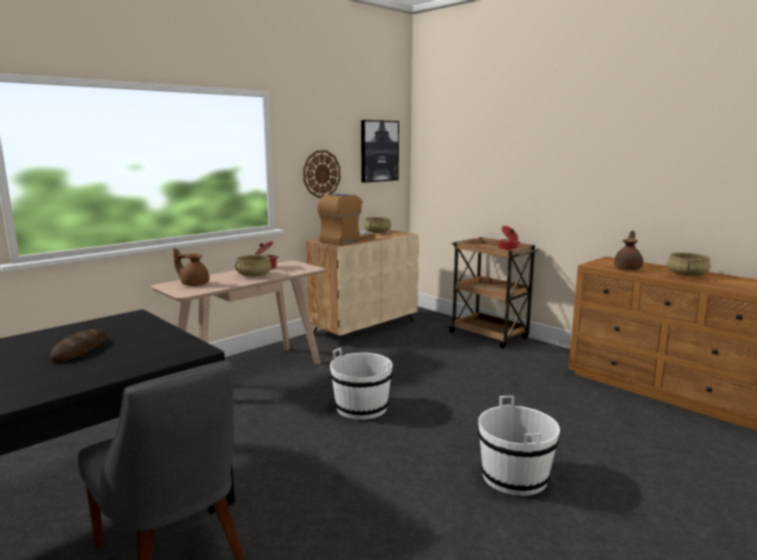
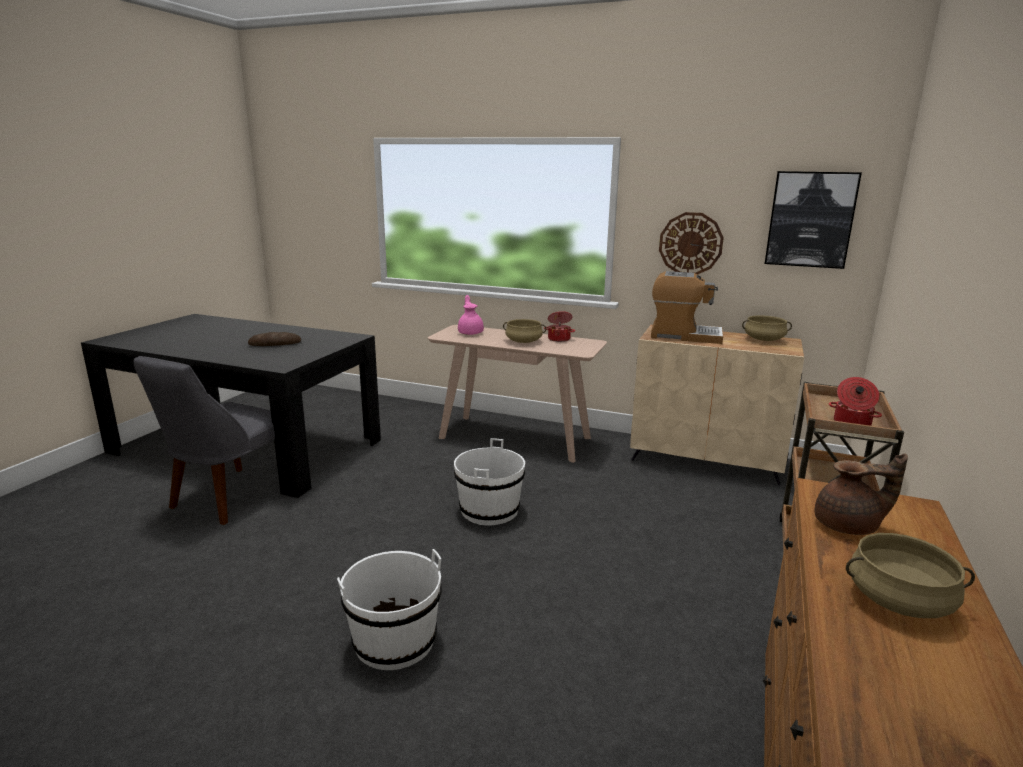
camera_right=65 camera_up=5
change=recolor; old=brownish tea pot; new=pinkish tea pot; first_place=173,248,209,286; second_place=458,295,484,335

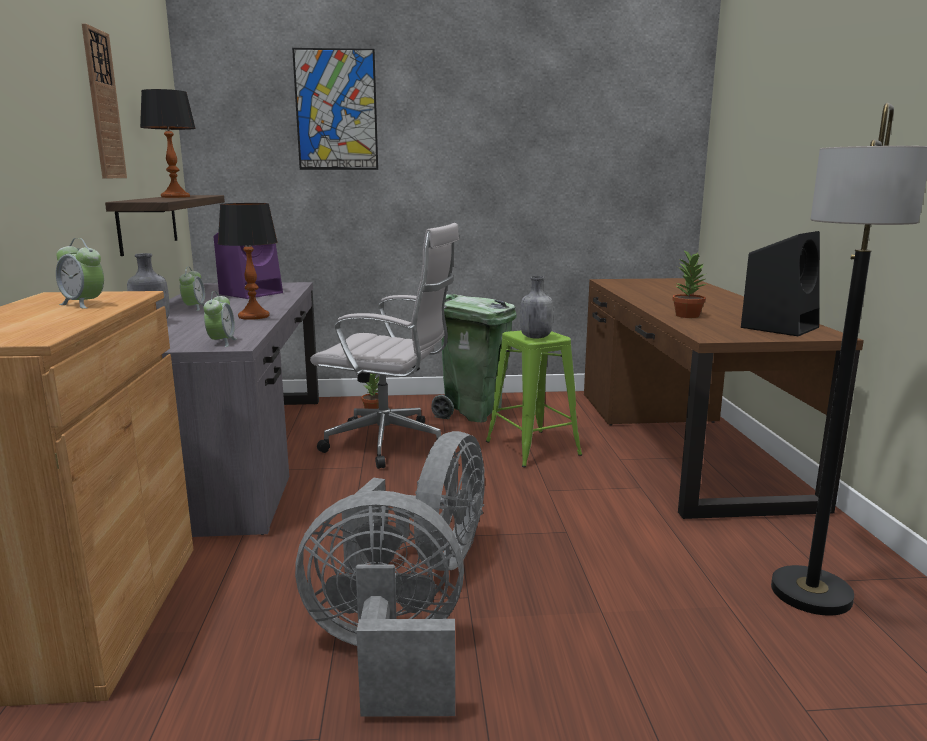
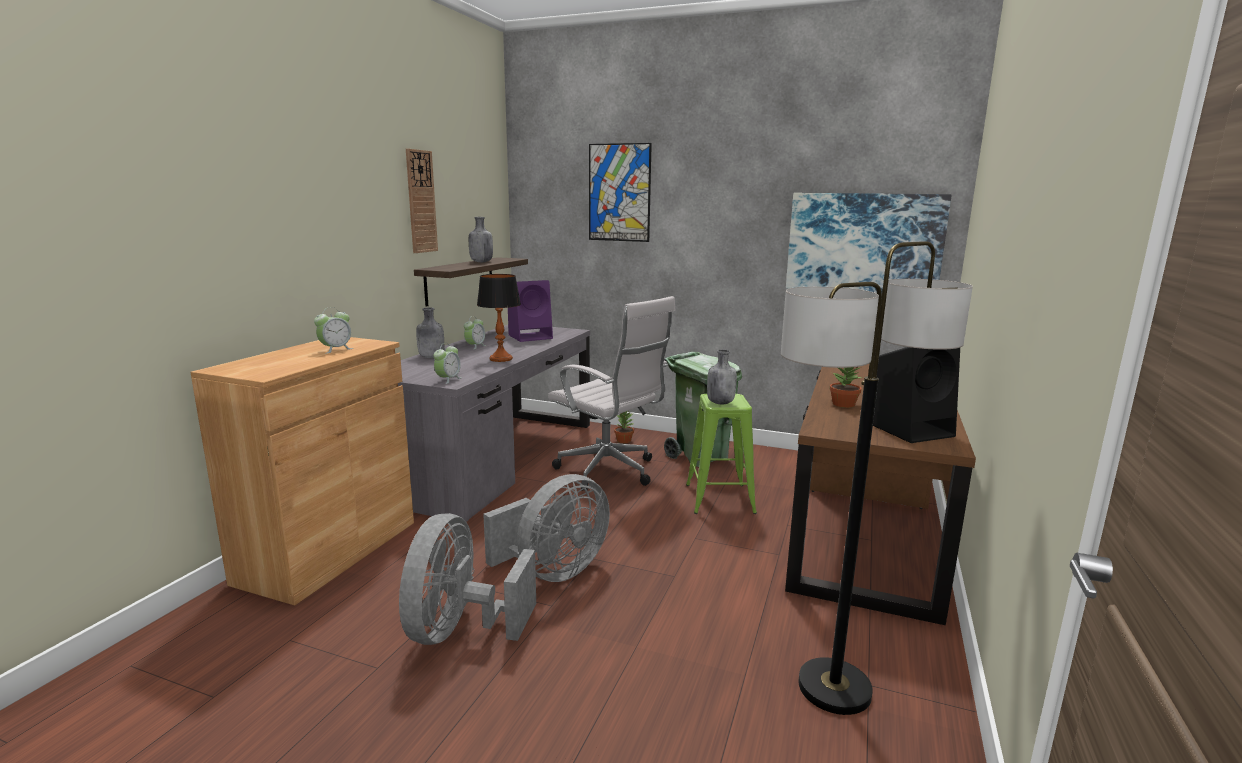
camera_right=25 camera_up=0
change=replace; old=tabletop lamp; new=greyish drink bottle; first_place=140,89,196,198; second_place=469,217,493,262
change=rotate; old=alarm clock; first_place=56,238,104,309; second_place=314,307,353,354; degrees=-105
change=rotate; old=greyish electric fan; first_place=295,491,464,717; second_place=399,513,536,645; degrees=-105
change=insert; new=wall picture; second_place=786,193,952,293

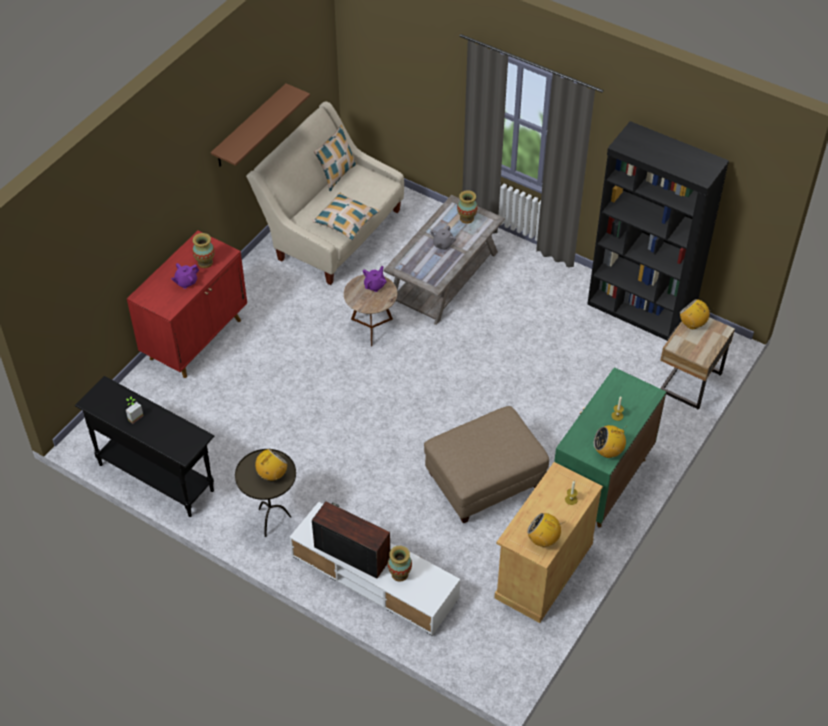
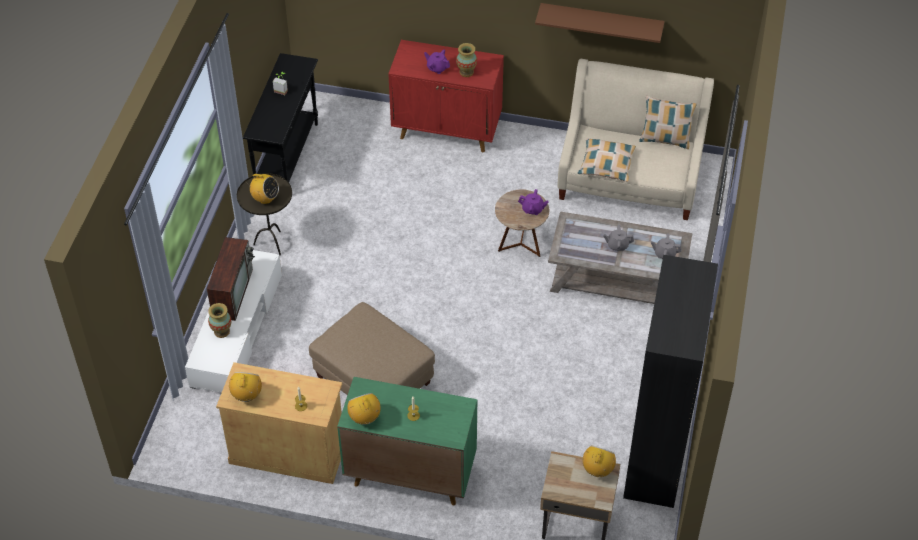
camera_right=70 camera_up=0
change=replace; old=flower vase; new=greyish tea pot; first_place=457,190,478,224; second_place=651,233,682,259

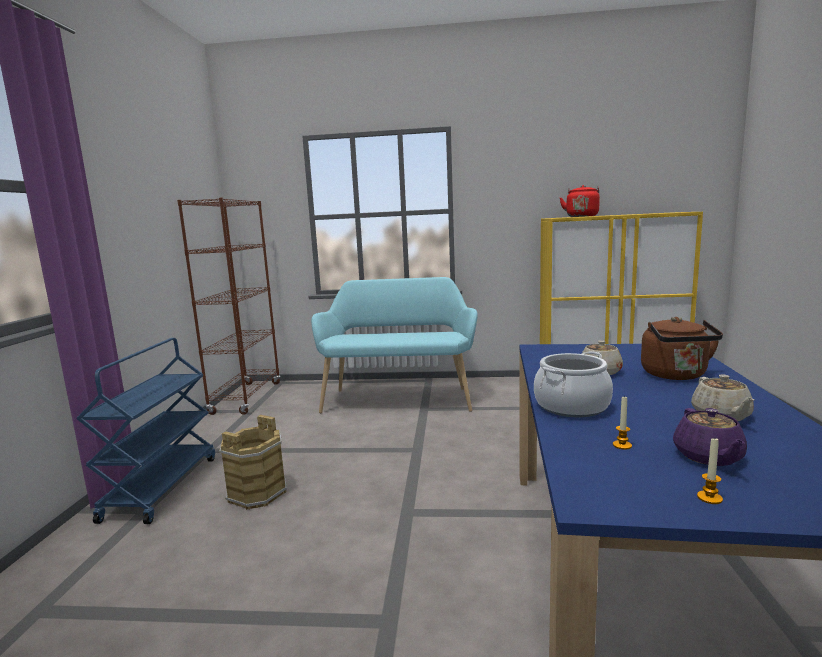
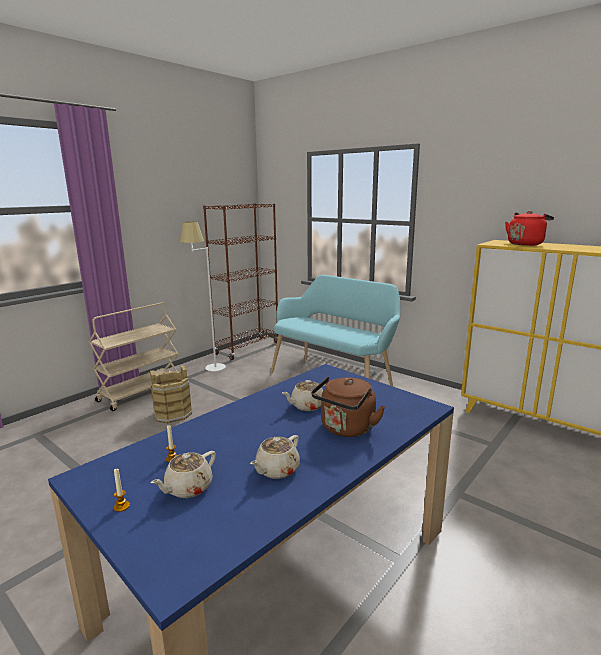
camera_right=35 camera_up=5
change=recolor; old=bluish cart; new=sand-coloured cart; first_place=76,338,215,524; second_place=89,302,179,411
change=delete; old=cooking pot; first_place=534,351,613,417
change=recolor; old=purple-coloured tea pot; new=sand-coloured tea pot; first_place=673,408,747,466; second_place=151,451,216,498
change=insert; new=whitish floor lamp; second_place=180,222,226,371

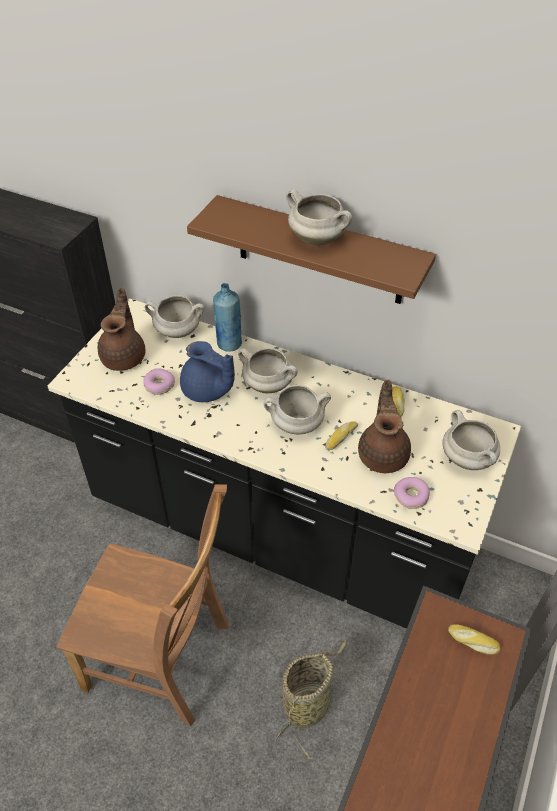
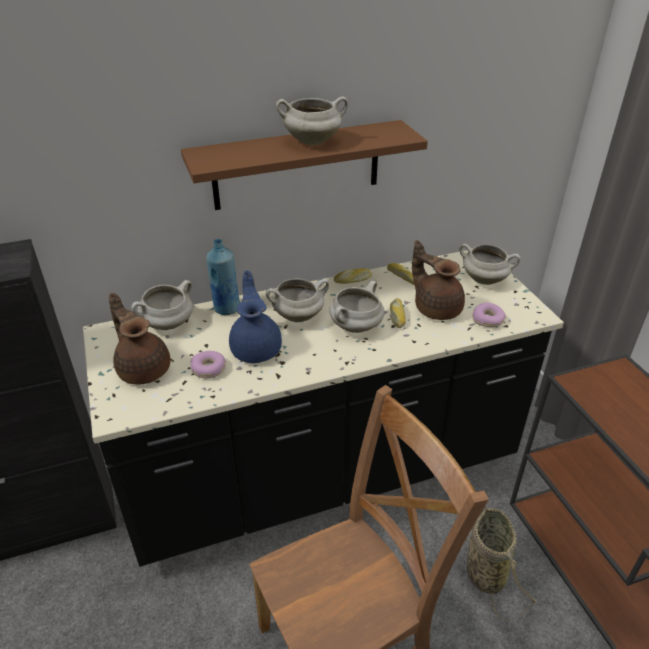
camera_right=-45 camera_up=-10
change=rotate; old=bluish tea pot; first_place=180,341,235,402; second_place=229,271,282,363; degrees=-90
change=move; old=bakery bread; first_place=448,624,500,655; second_place=334,268,372,284

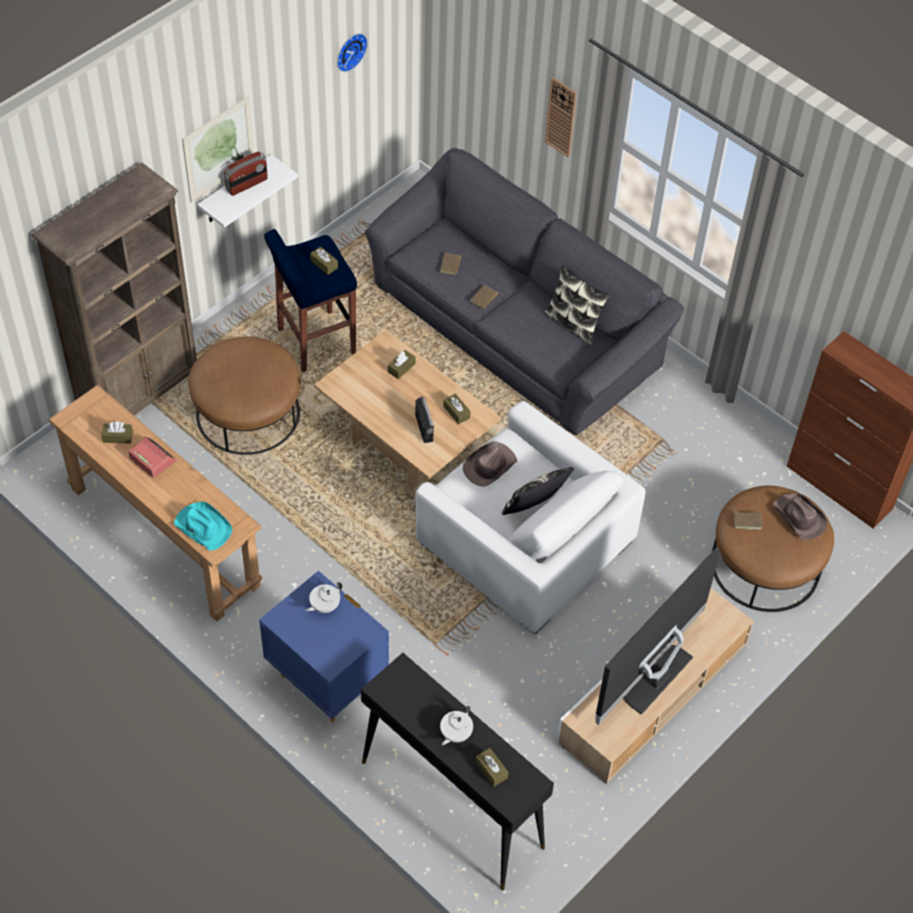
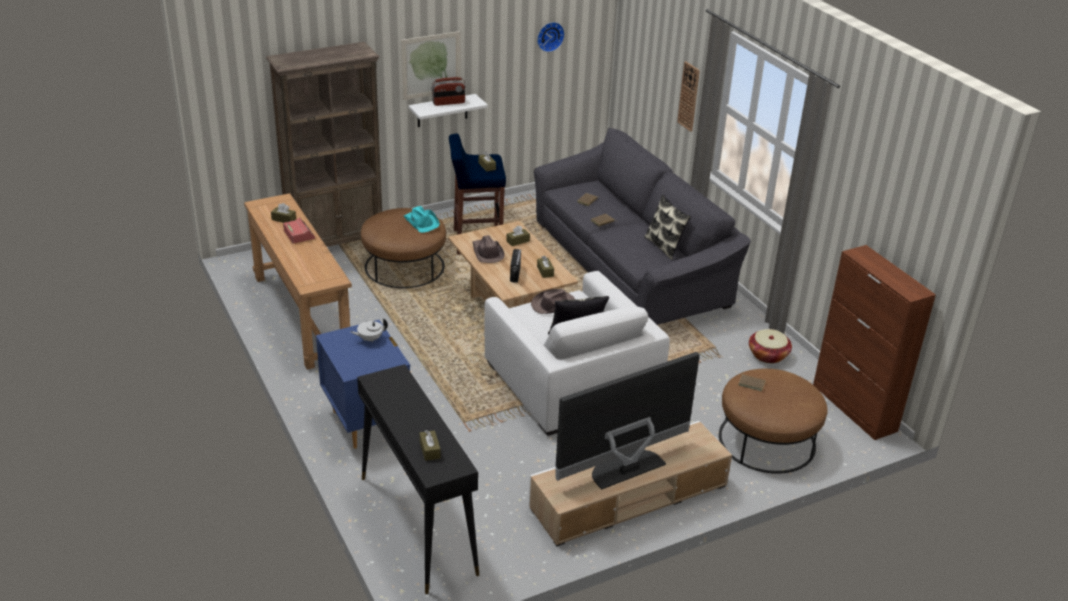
camera_right=20 camera_up=-20
change=move; old=brownish wearable hat; first_place=773,493,827,540; second_place=472,235,505,263
change=move; old=turquoise wearable hat; first_place=174,501,232,550; second_place=404,206,440,233
change=delete; old=whitish tea pot; first_place=440,706,473,745
change=insert; new=household basket; second_place=749,329,792,363

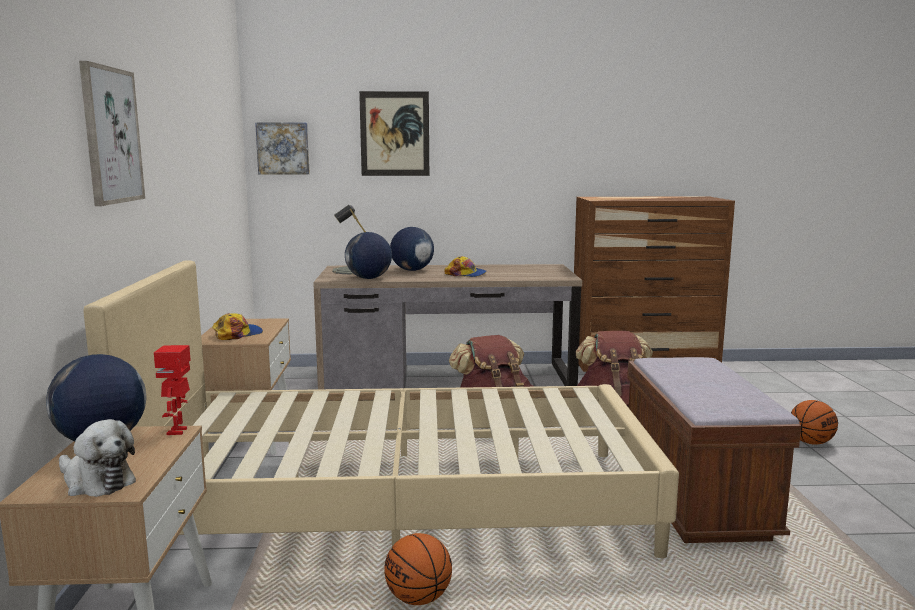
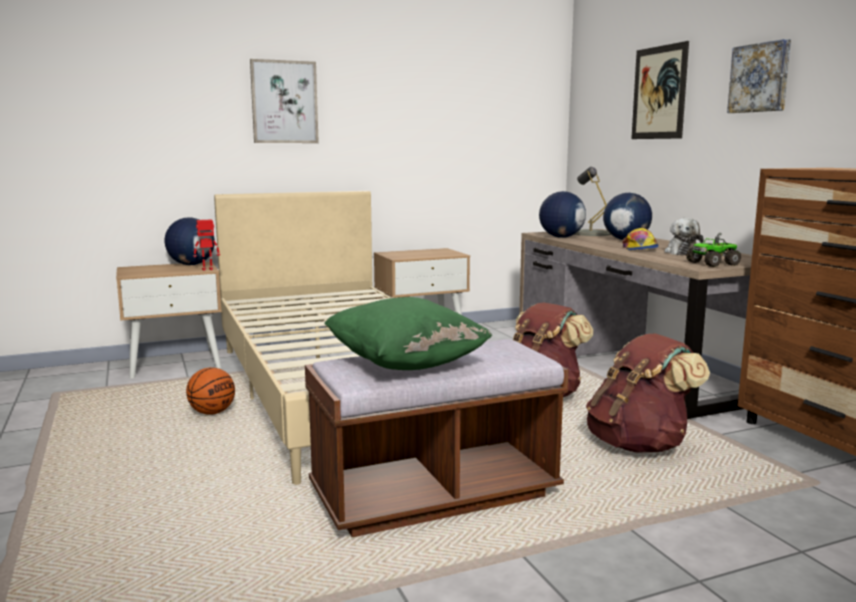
camera_right=70 camera_up=0
change=move; old=wall picture; first_place=255,122,310,175; second_place=727,39,791,113
change=delete; old=baseball cap; first_place=212,313,263,340
change=delete; old=ball for basketball; first_place=791,400,838,445
change=move; old=plush toy; first_place=59,419,136,497; second_place=664,218,704,255
change=insert; new=toy lorry; second_place=686,233,741,267
change=insert; new=green pillow; second_place=324,297,492,370

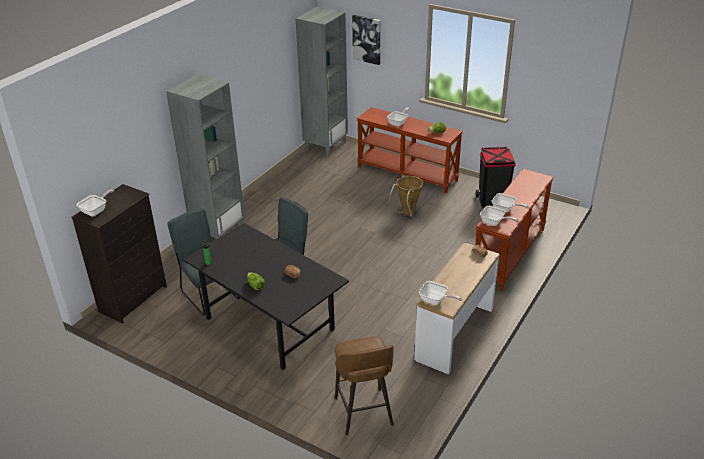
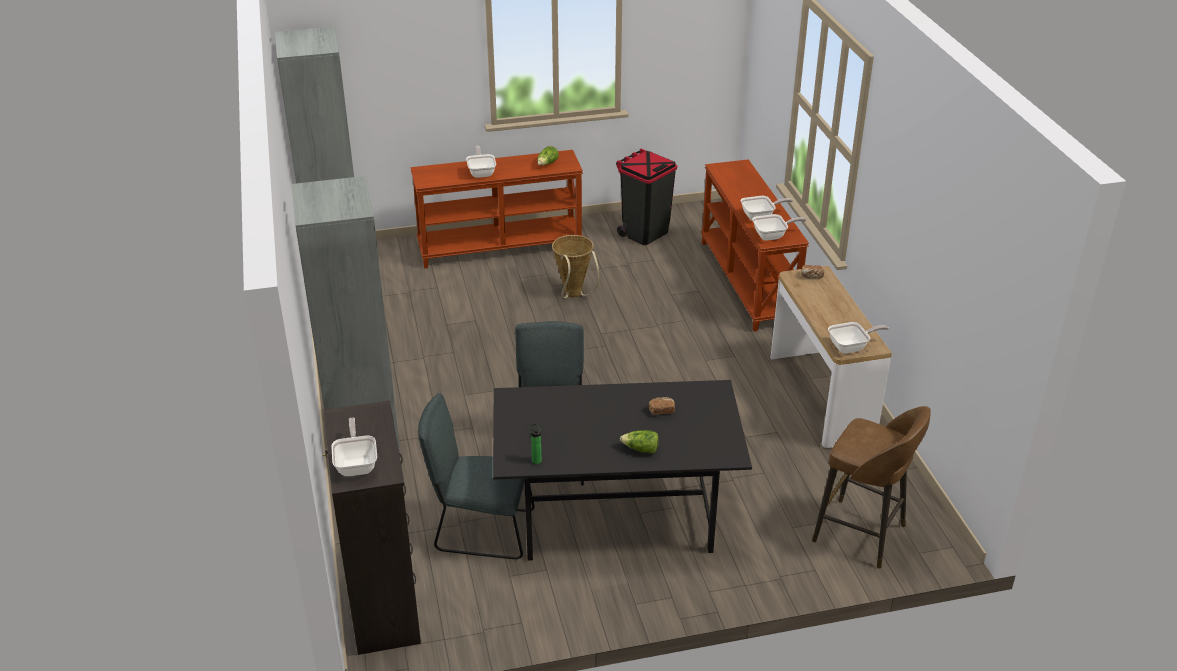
camera_right=-45 camera_up=0
change=delete; old=wall picture; first_place=352,15,380,65

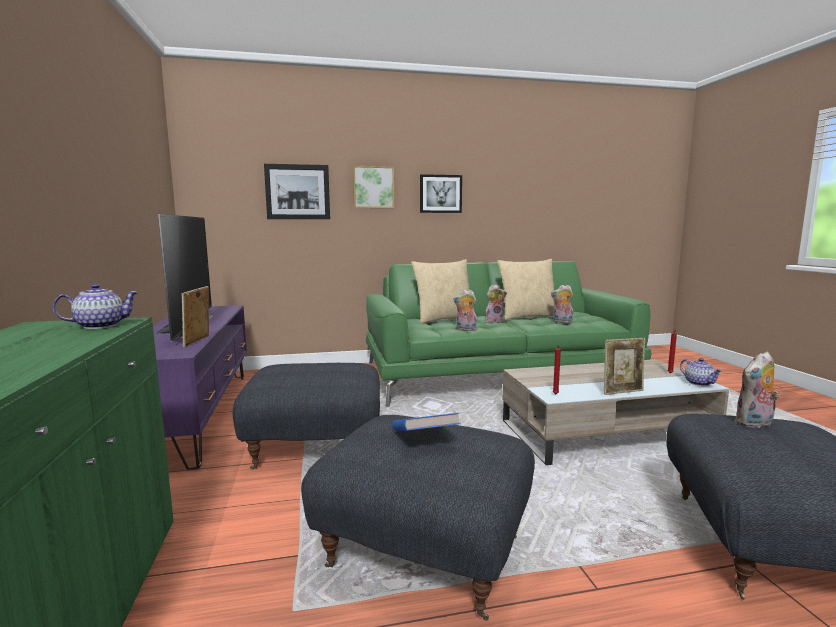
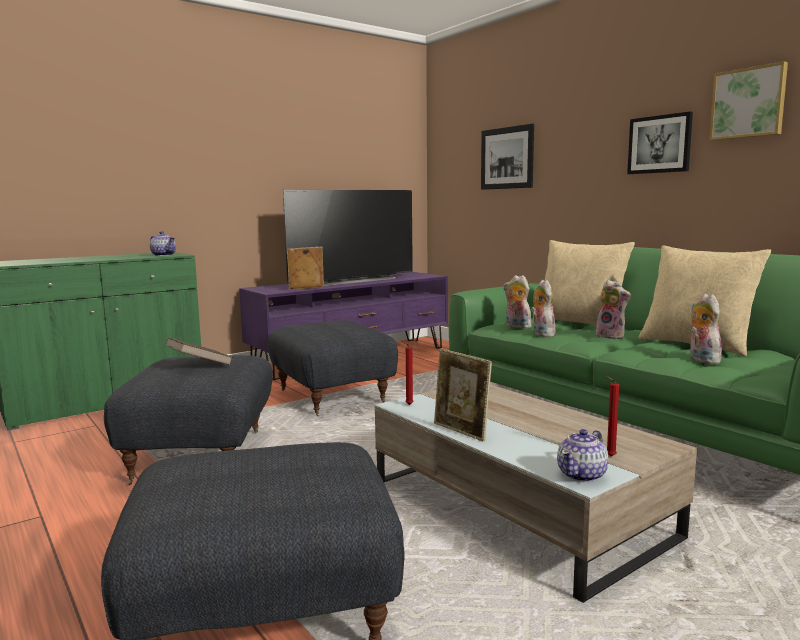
camera_right=65 camera_up=0
change=move; old=wall picture; first_place=353,166,394,208; second_place=709,61,788,140
change=move; old=plush toy; first_place=734,352,779,428; second_place=503,275,531,328
change=recolor; old=bluish bound book; new=brownish bound book; first_place=392,413,461,431; second_place=166,337,233,365

